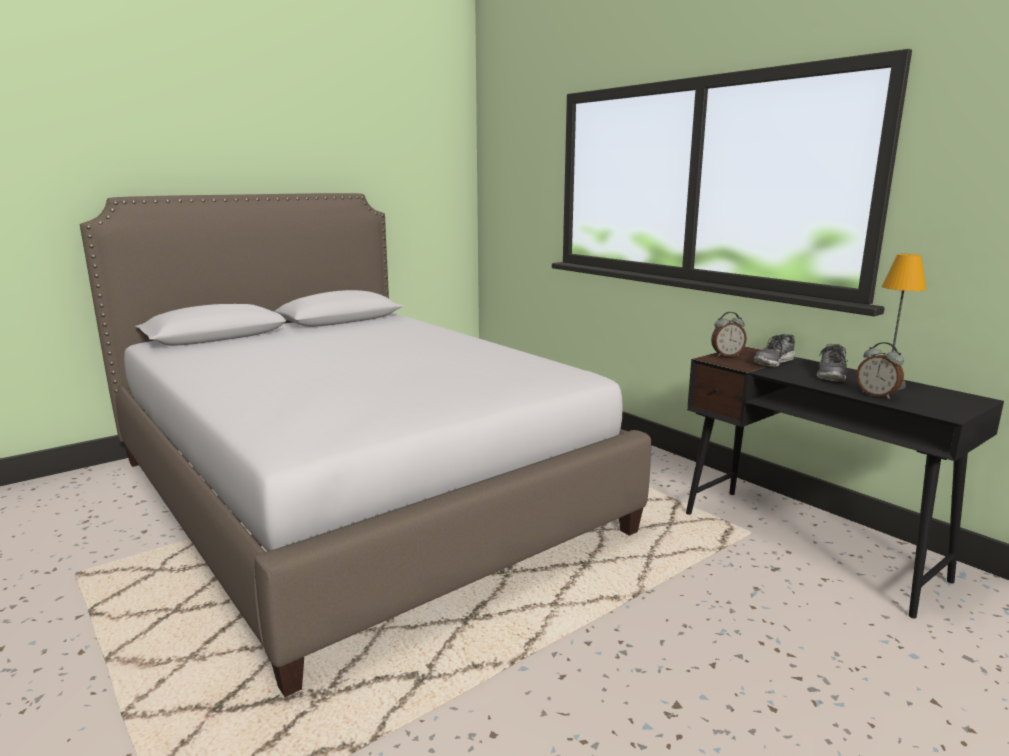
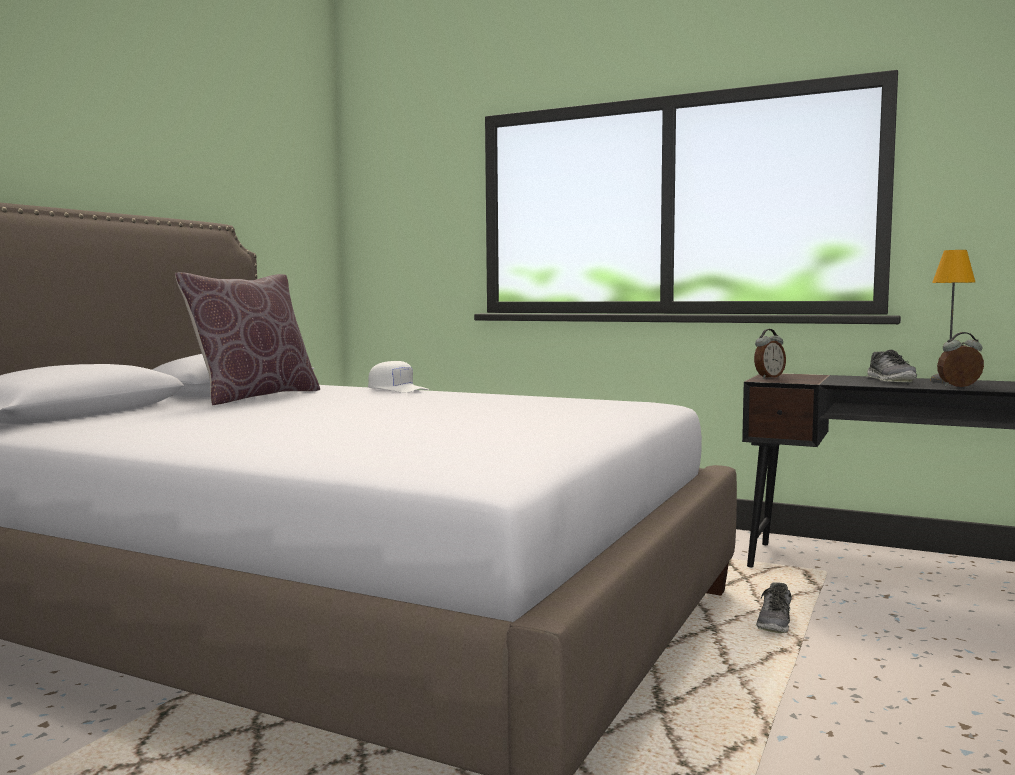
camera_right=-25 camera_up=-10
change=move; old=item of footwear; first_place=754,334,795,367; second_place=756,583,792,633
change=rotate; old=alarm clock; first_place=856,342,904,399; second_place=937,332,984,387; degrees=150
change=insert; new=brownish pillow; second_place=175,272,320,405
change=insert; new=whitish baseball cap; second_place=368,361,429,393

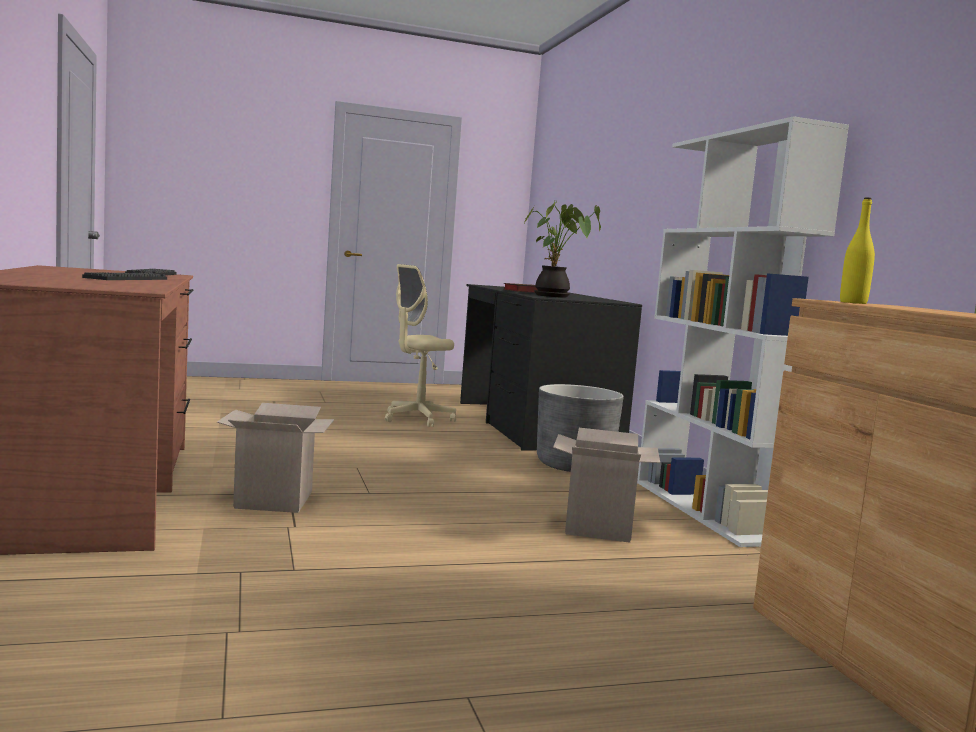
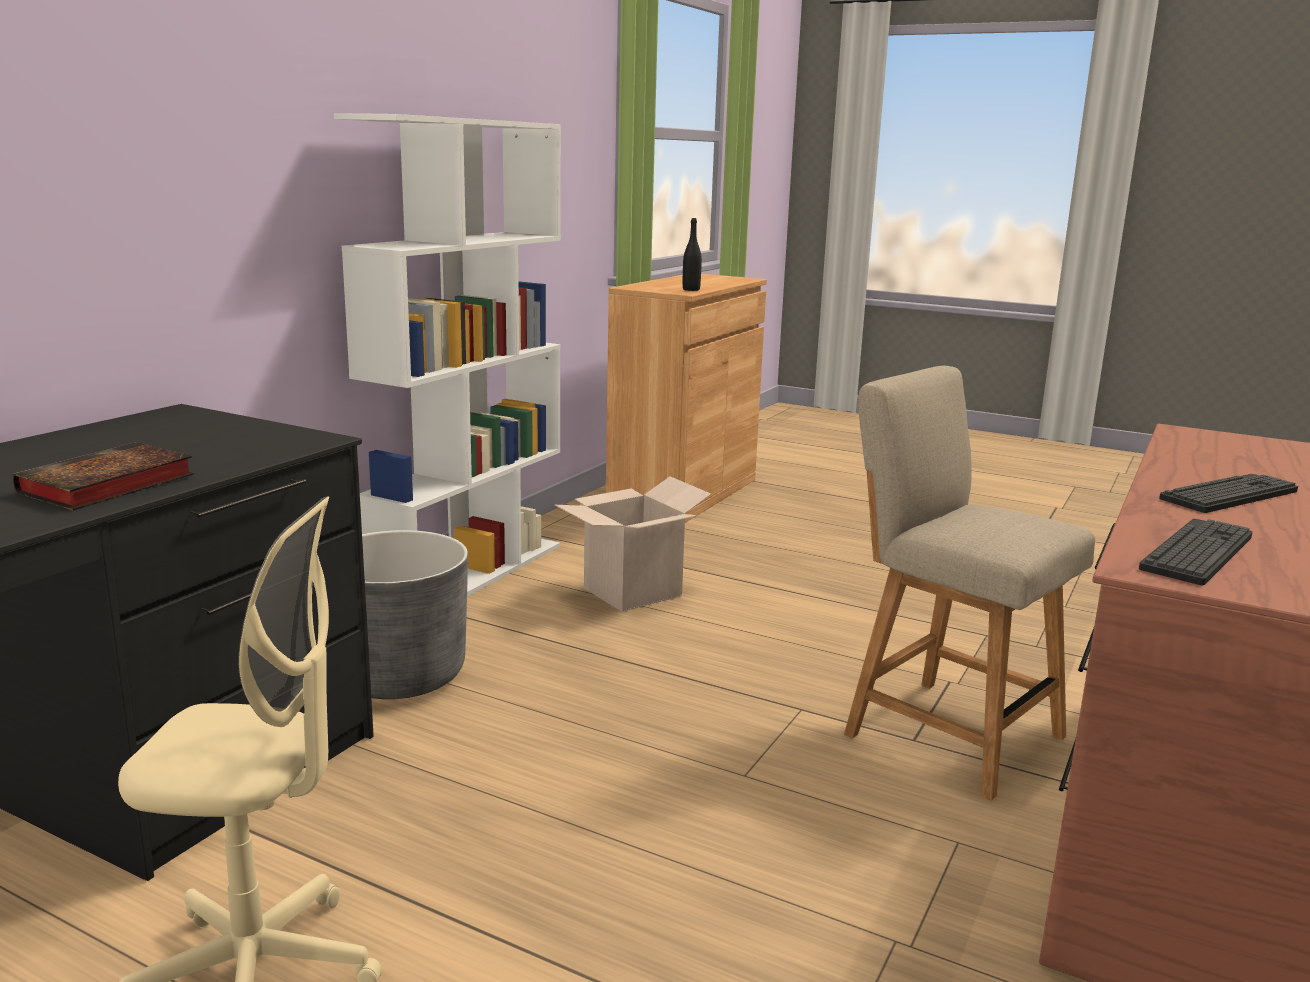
camera_right=-135 camera_up=10
change=recolor; old=yellow-coloured drink bottle; new=black drink bottle; first_place=840,197,875,304; second_place=683,218,702,291
change=delete; old=potted plant; first_place=524,201,601,298
change=replace; old=packing box; new=sand-coloured upright chair; first_place=217,403,334,513; second_place=844,366,1095,800

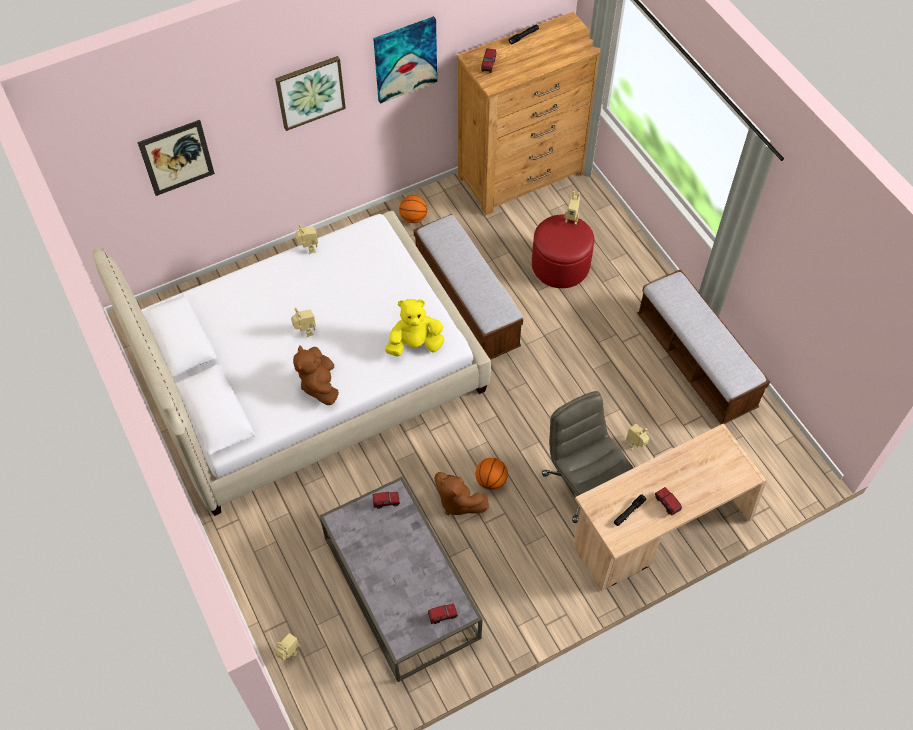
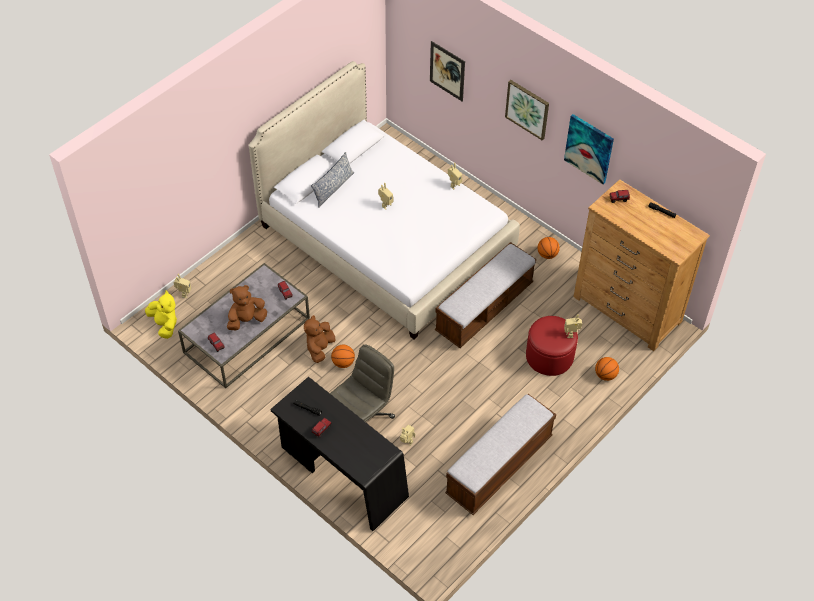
camera_right=70 camera_up=-5
change=move; old=yellow-coloured plush toy; first_place=385,299,445,356; second_place=145,291,177,339
change=move; old=brownish plush toy; first_place=293,345,339,405; second_place=227,285,267,330
change=recolor; old=sand-coloured desk unit; new=black desk unit; first_place=573,424,767,591; second_place=270,377,409,531
change=insert; new=pillow; second_place=311,152,354,208
change=insert; new=ball for basketball; second_place=595,357,619,381

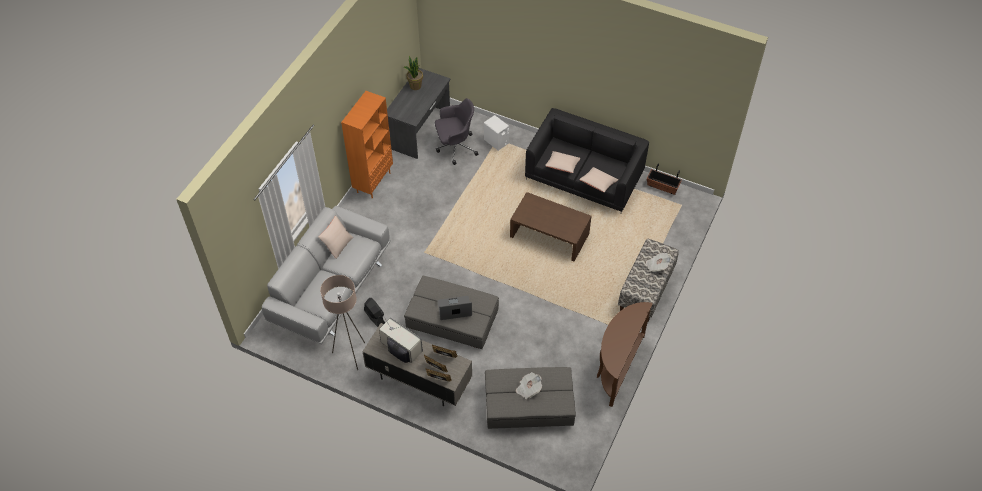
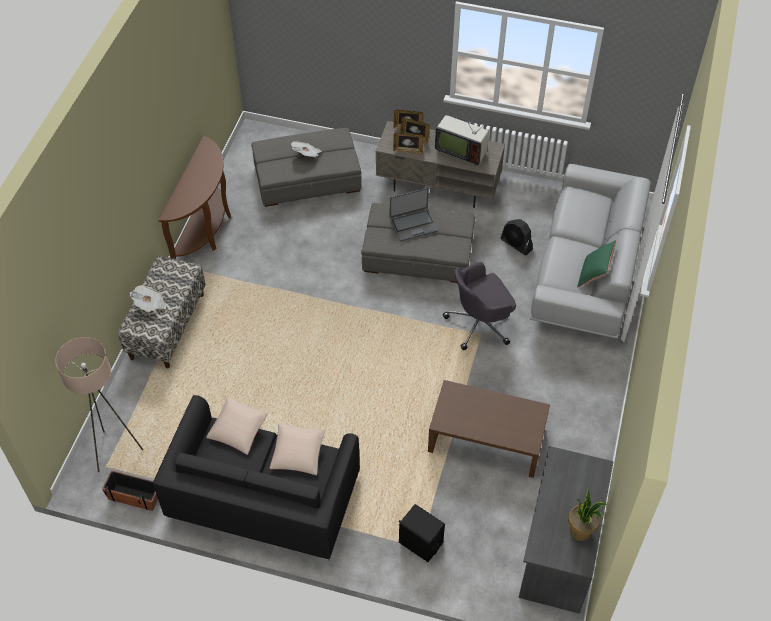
camera_right=170 camera_up=0
change=delete; old=orangey bookcase; first_place=341,91,393,199
change=move; old=greyish office chair; first_place=435,98,478,165; second_place=443,262,516,350
change=recolor; old=whitish audio speaker; new=black audio speaker; first_place=484,115,509,151; second_place=399,504,445,562
change=move; old=brownish low table; first_place=510,192,591,261; second_place=428,380,550,478
change=recolor; old=sand-coloured pillow; new=green pillow; first_place=318,216,353,259; second_place=577,240,616,287
change=move; old=sand-coloured floor lamp; first_place=320,275,365,370; second_place=55,337,143,472

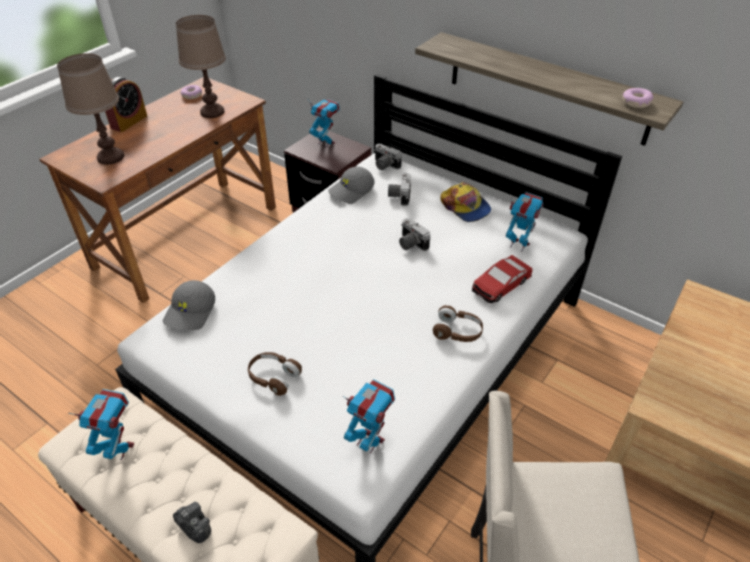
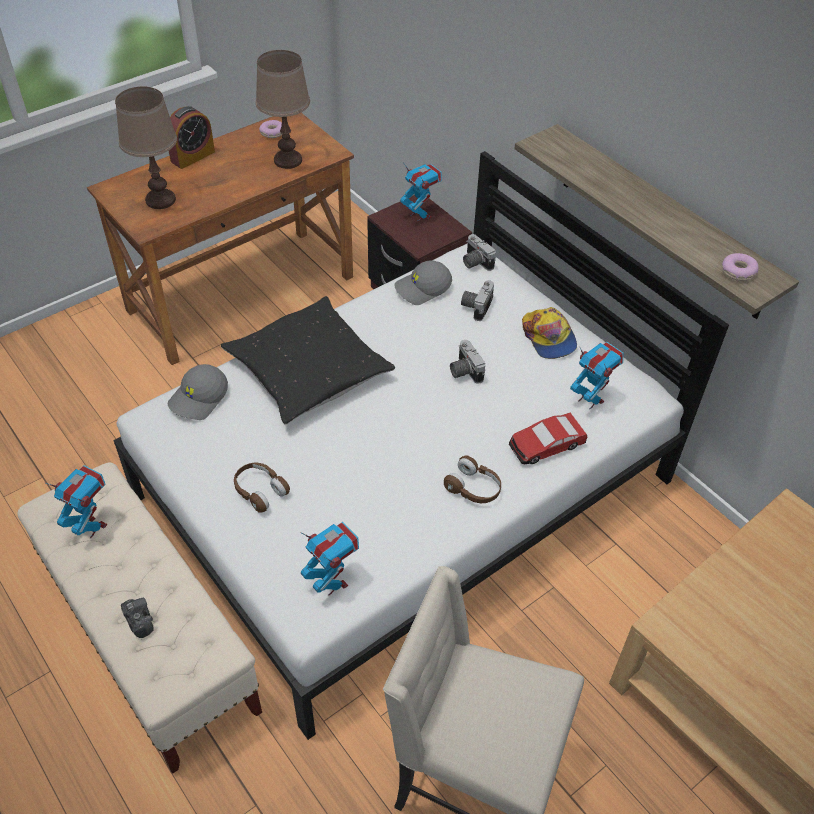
camera_right=15 camera_up=5
change=insert; new=black pillow; second_place=221,296,395,424

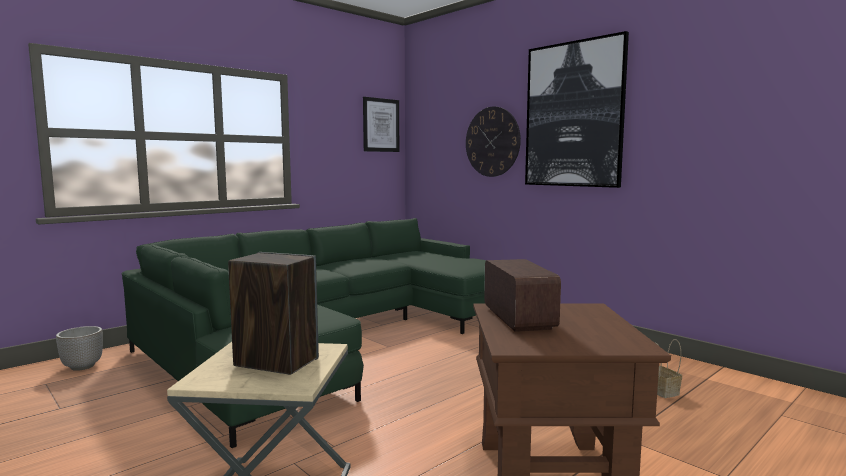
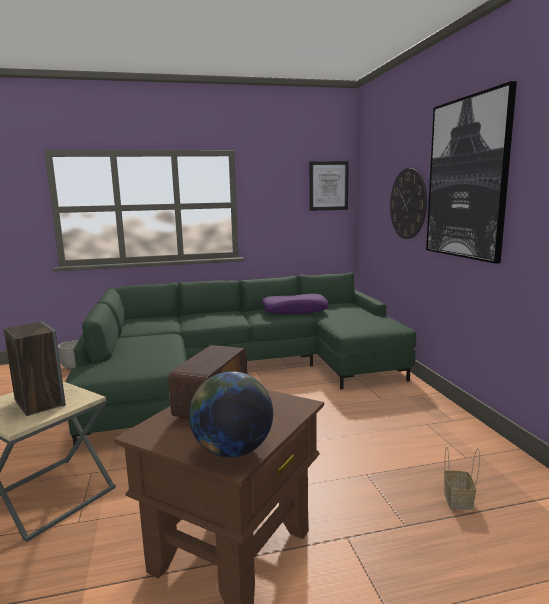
camera_right=30 camera_up=5
change=insert; new=purple-coloured pillow; second_place=262,293,328,314
change=insert; new=desk globe; second_place=189,371,273,457

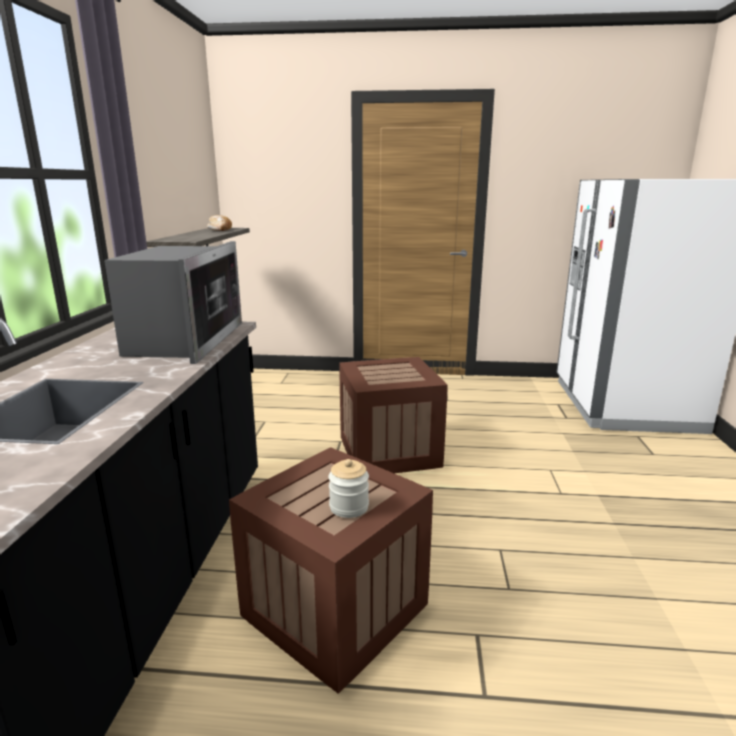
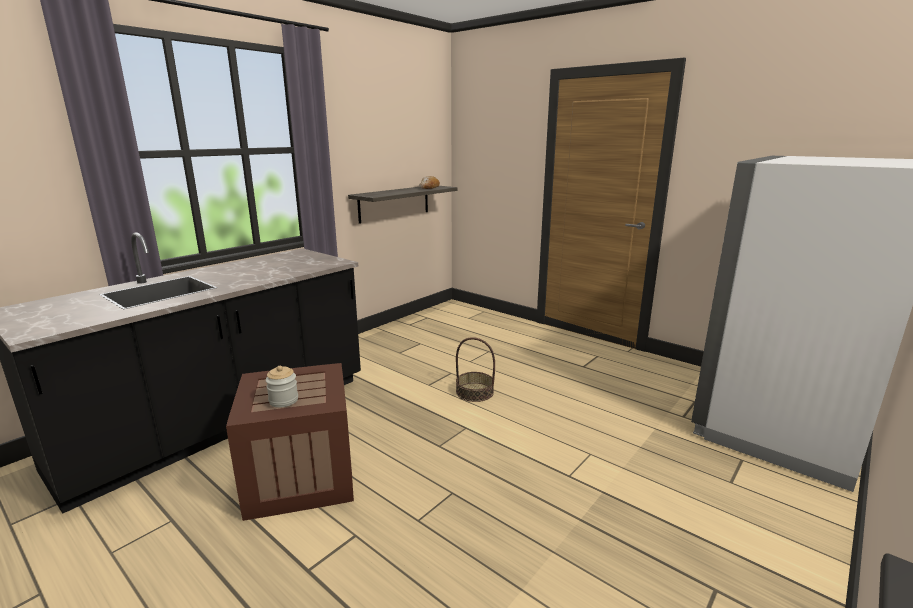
camera_right=35 camera_up=0
change=delete; old=microwave; first_place=104,241,242,364
change=replace; old=packing crate; new=household basket; first_place=339,357,448,473; second_place=456,337,495,402

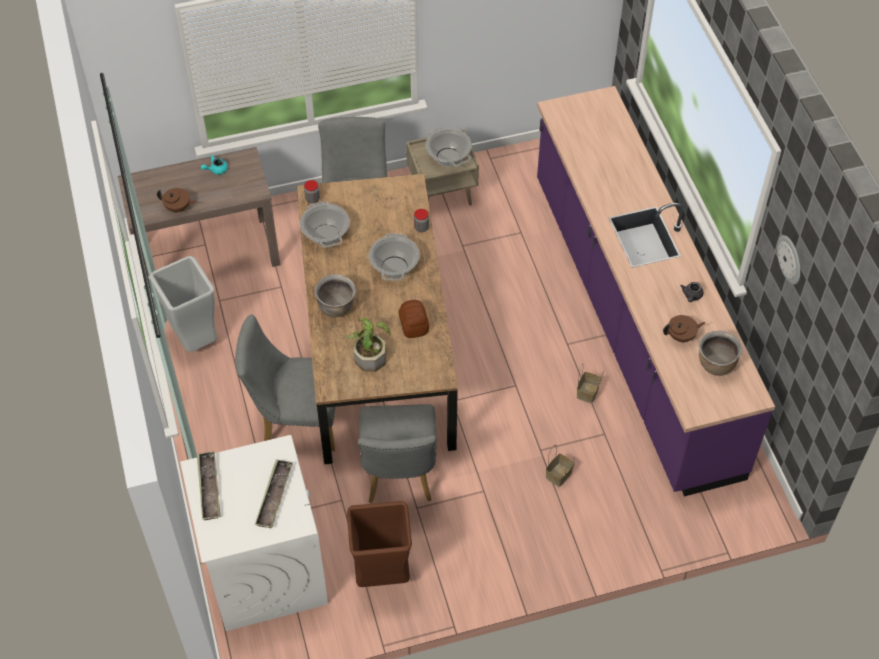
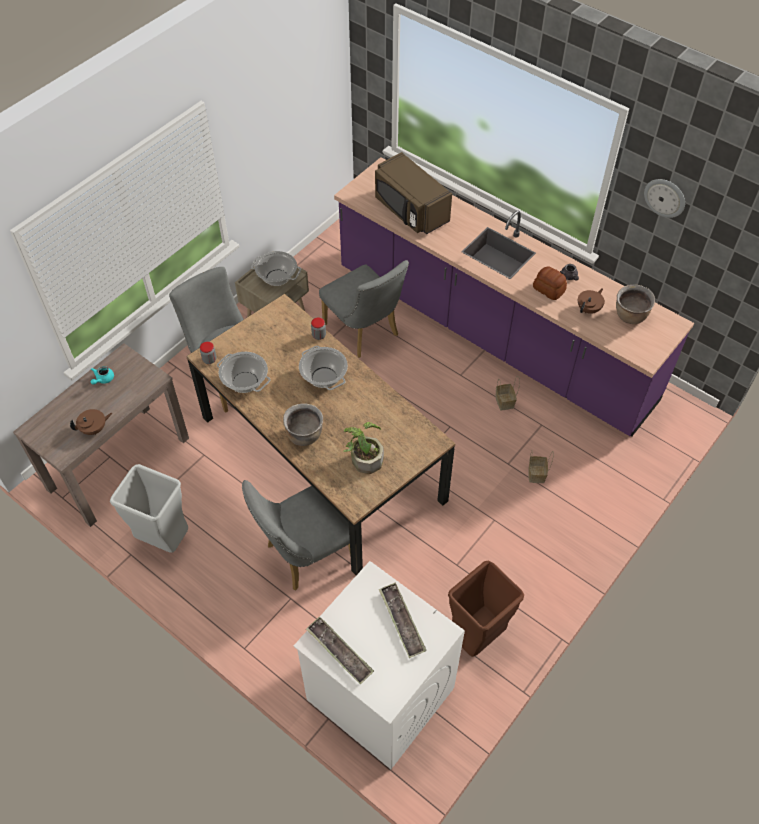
camera_right=-35 camera_up=0
change=move; old=bakery bread; first_place=398,300,429,338; second_place=533,267,567,300
change=move; old=greyish upright chair; first_place=358,404,437,503; second_place=319,260,409,358
change=insert; new=brownish microwave; second_place=375,152,452,234

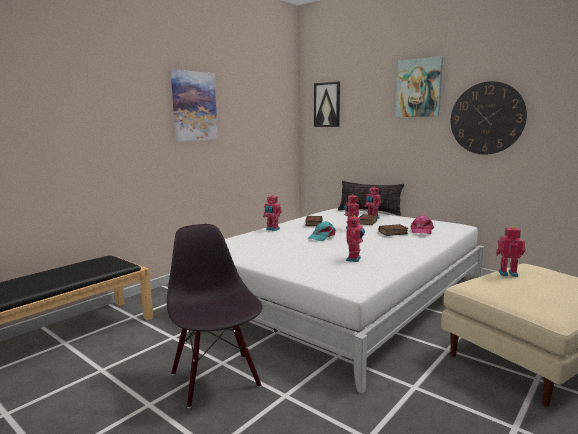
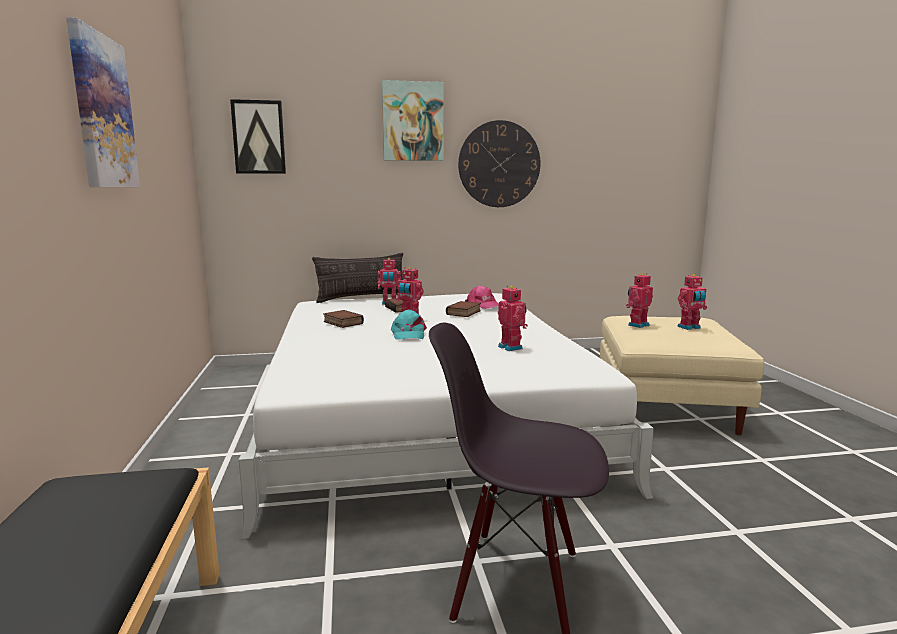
camera_right=-50 camera_up=0
change=move; old=robot figure; first_place=263,195,282,231; second_place=677,274,707,330

